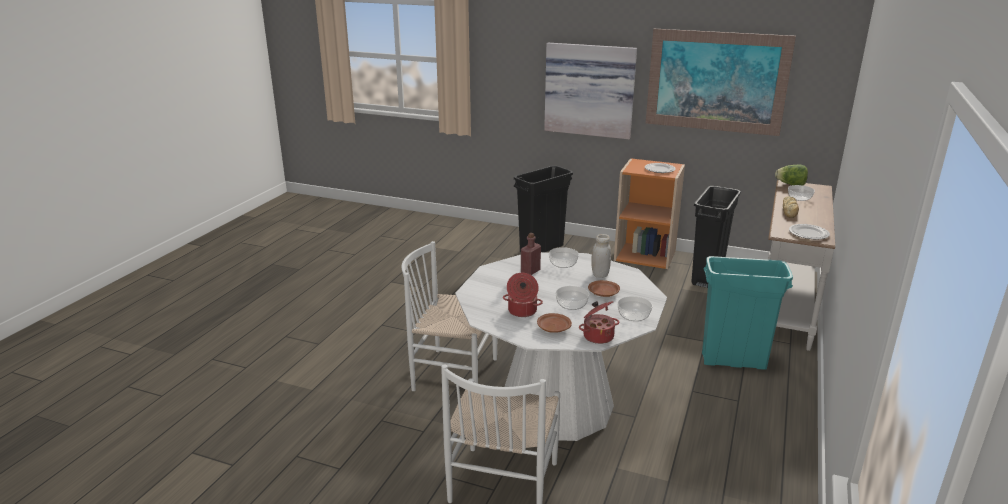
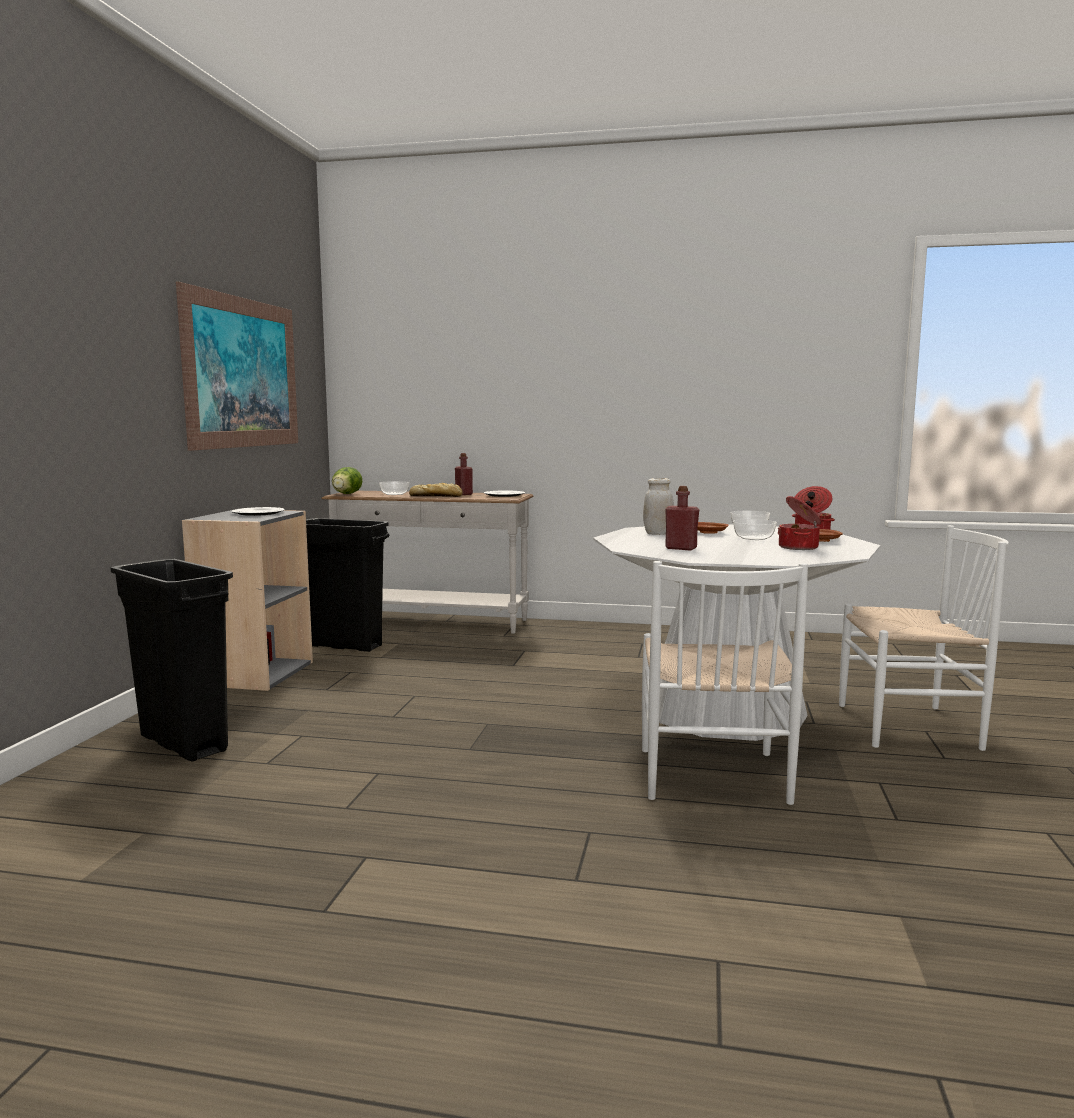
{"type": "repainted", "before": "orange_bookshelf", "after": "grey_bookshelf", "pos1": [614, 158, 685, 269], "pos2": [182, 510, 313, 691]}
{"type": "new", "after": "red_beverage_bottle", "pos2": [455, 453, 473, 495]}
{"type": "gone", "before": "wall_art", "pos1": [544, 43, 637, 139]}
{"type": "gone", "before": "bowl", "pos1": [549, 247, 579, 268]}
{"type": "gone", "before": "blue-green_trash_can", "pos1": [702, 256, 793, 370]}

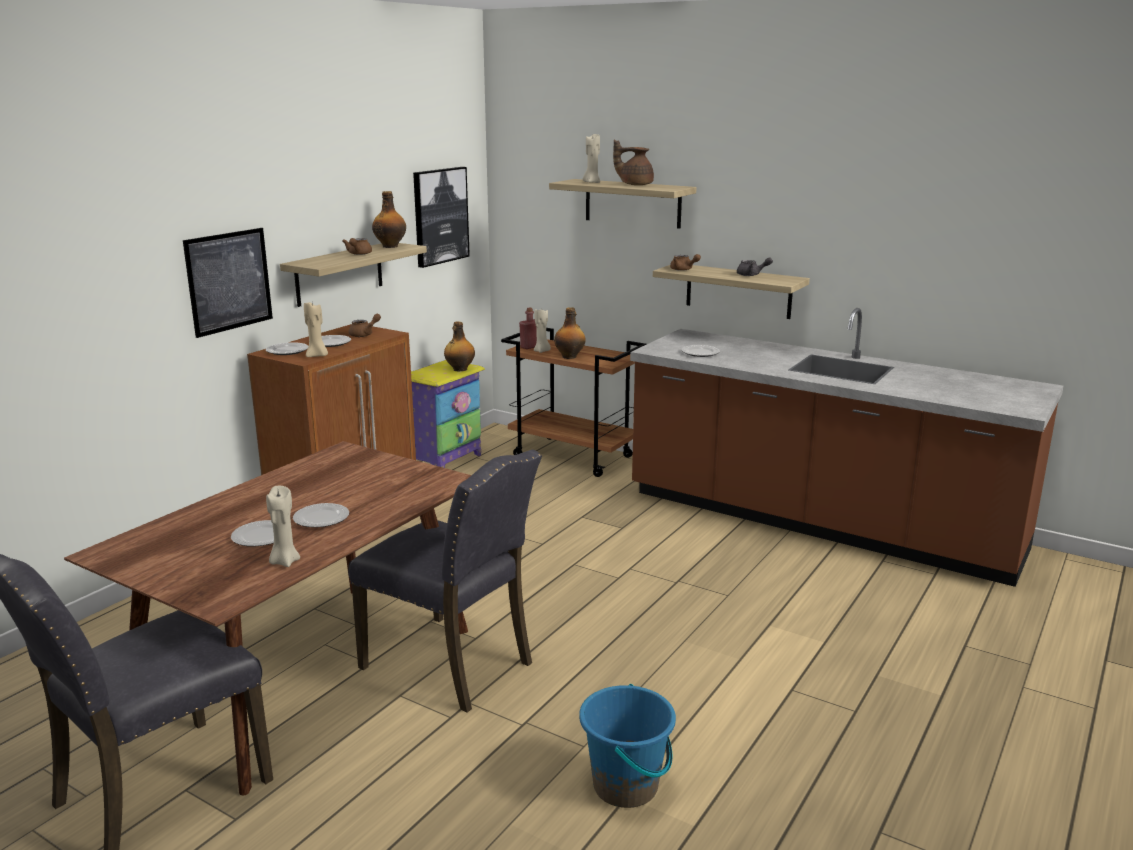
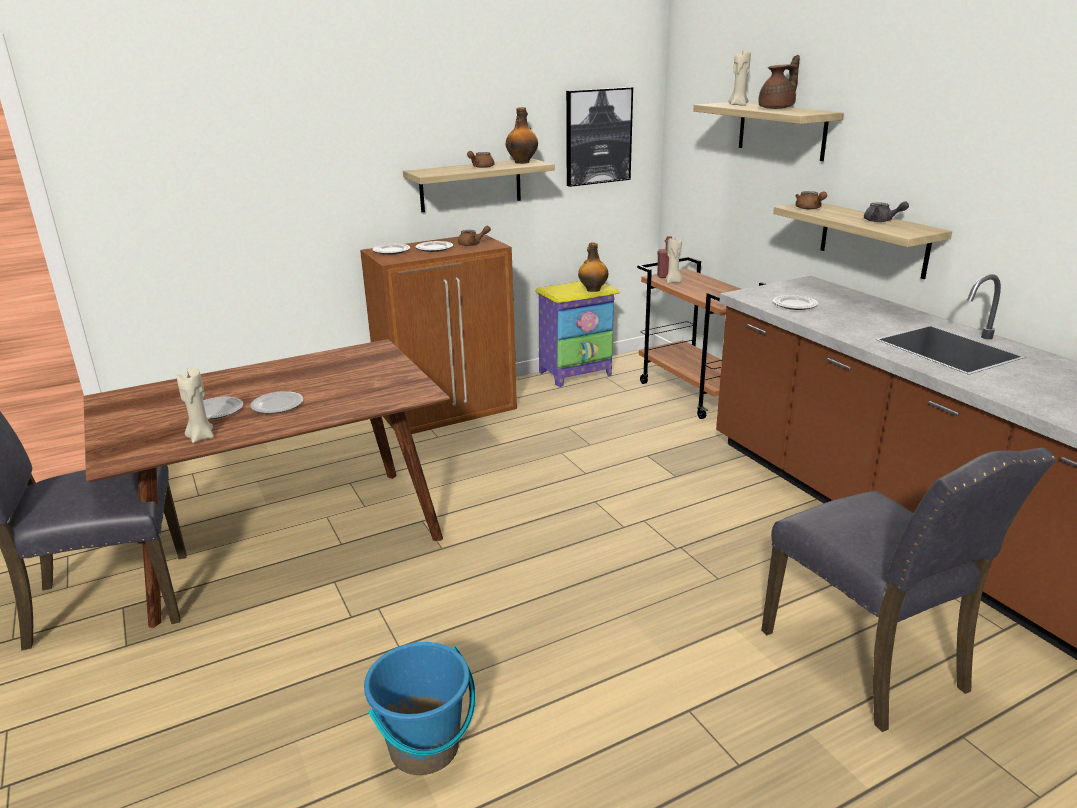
{"type": "rotated", "before": "brown_teapot", "pos1": [613, 139, 654, 185], "pos2": [758, 55, 800, 109], "turn": 105}
{"type": "shifted", "before": "grey_plain_chair", "pos1": [348, 450, 542, 713], "pos2": [761, 448, 1057, 732]}
{"type": "gone", "before": "wall_art", "pos1": [183, 228, 273, 338]}
{"type": "gone", "before": "beige-coloured_wax_candle", "pos1": [304, 302, 328, 357]}
{"type": "gone", "before": "beverage_bottle", "pos1": [554, 307, 586, 359]}

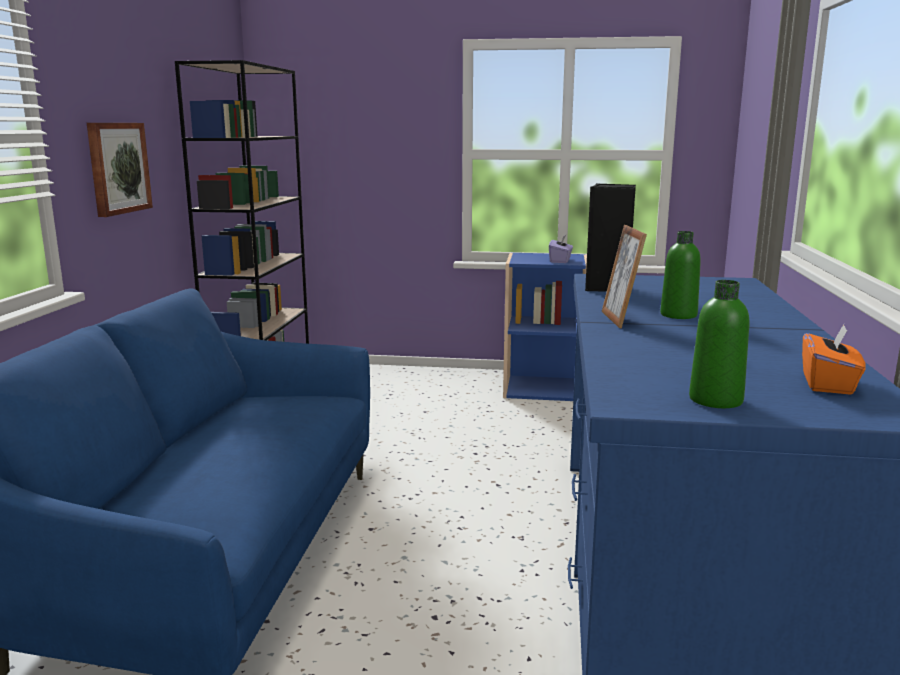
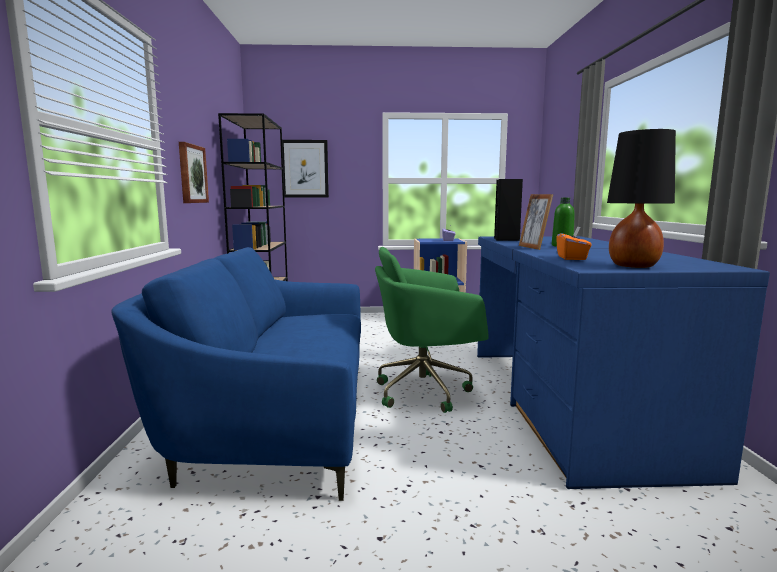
{"type": "new", "after": "wall_art", "pos2": [282, 140, 329, 197]}
{"type": "new", "after": "green_desk_chair", "pos2": [375, 247, 489, 413]}
{"type": "shifted", "before": "orange_tissue_box", "pos1": [802, 324, 866, 395], "pos2": [556, 226, 592, 260]}
{"type": "swapped", "before": "green_beverage_bottle", "after": "blackish_lamp_for_a_table", "pos1": [689, 280, 749, 408], "pos2": [607, 129, 676, 268]}

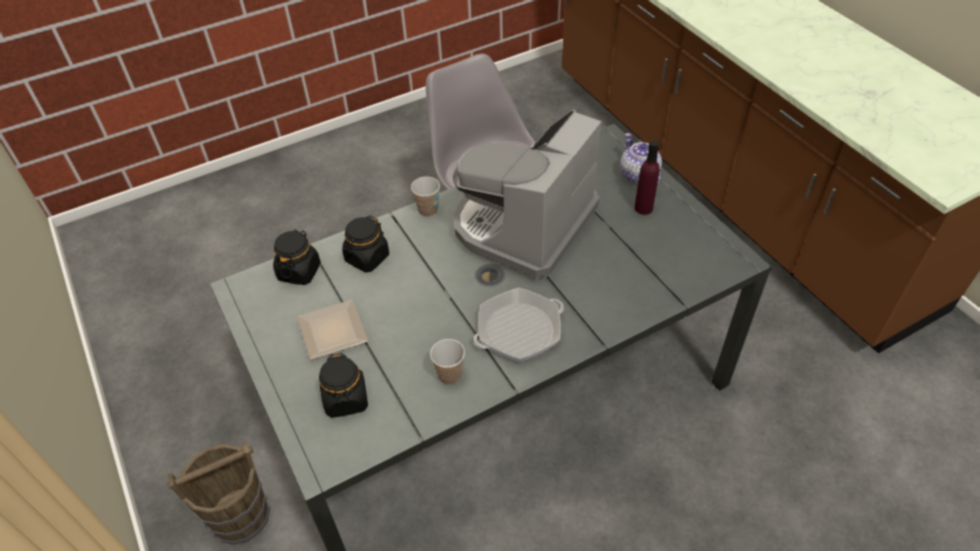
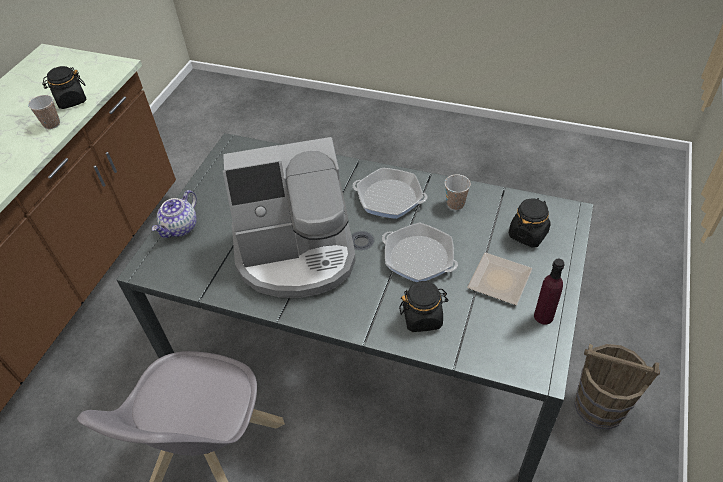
{"type": "shifted", "before": "drinking_cup", "pos1": [411, 176, 440, 217], "pos2": [28, 95, 60, 129]}
{"type": "shifted", "before": "blackish_preserve_jar", "pos1": [273, 229, 321, 285], "pos2": [43, 66, 87, 109]}
{"type": "new", "after": "pan", "pos2": [382, 222, 458, 282]}
{"type": "shifted", "before": "purple_beverage_bottle", "pos1": [634, 141, 660, 215], "pos2": [534, 259, 565, 324]}

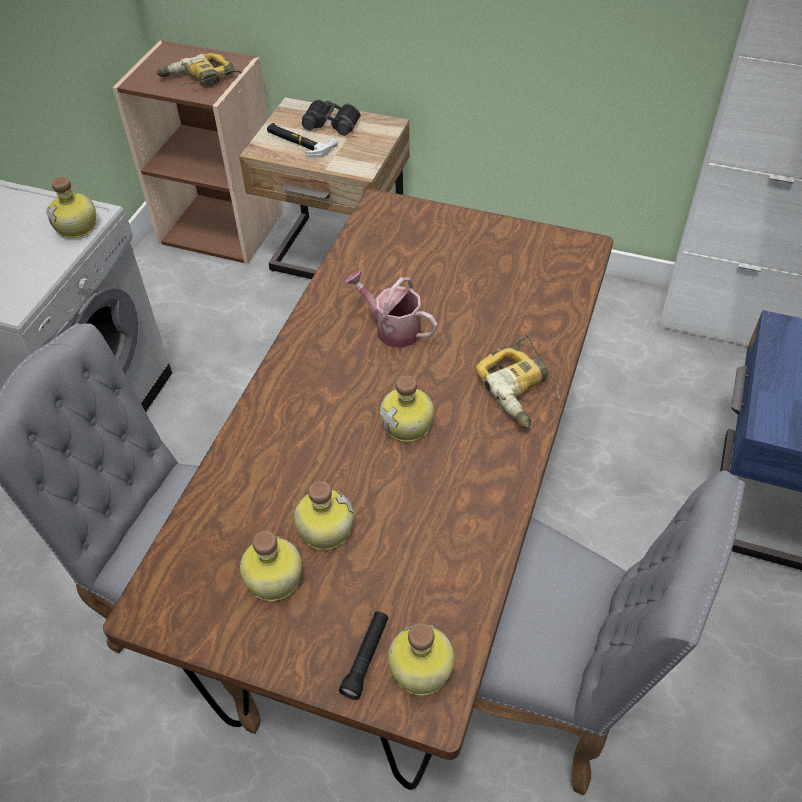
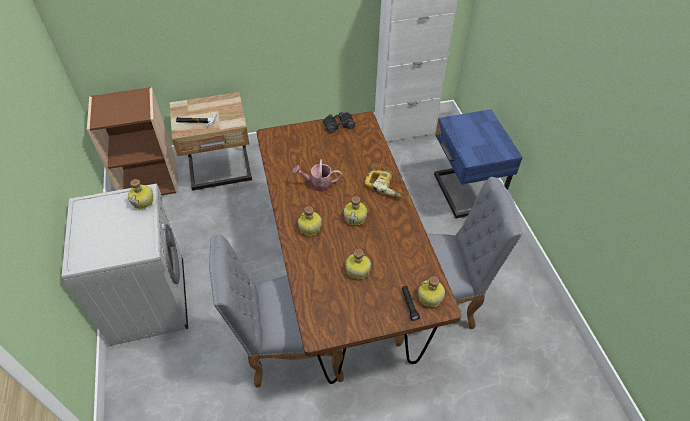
{"type": "shifted", "before": "beverage_bottle", "pos1": [240, 531, 302, 601], "pos2": [298, 206, 322, 236]}
{"type": "shifted", "before": "blackish_binoculars", "pos1": [302, 100, 361, 136], "pos2": [323, 112, 355, 134]}
{"type": "gone", "before": "drill", "pos1": [157, 53, 242, 88]}

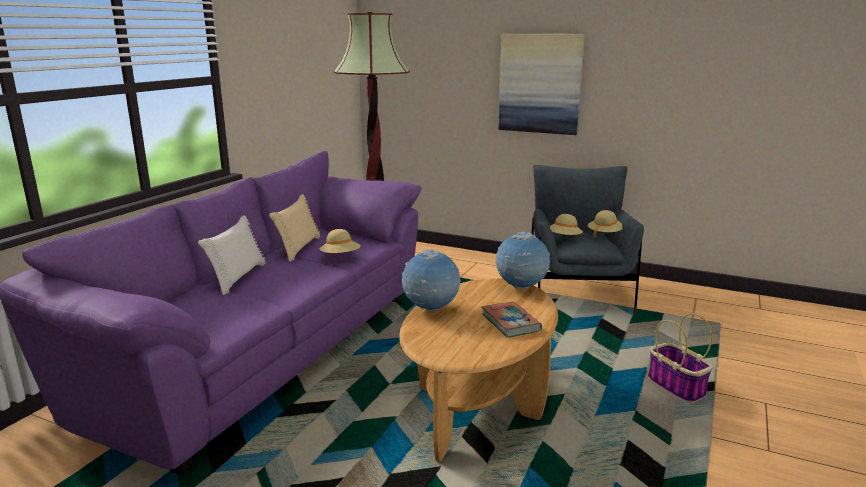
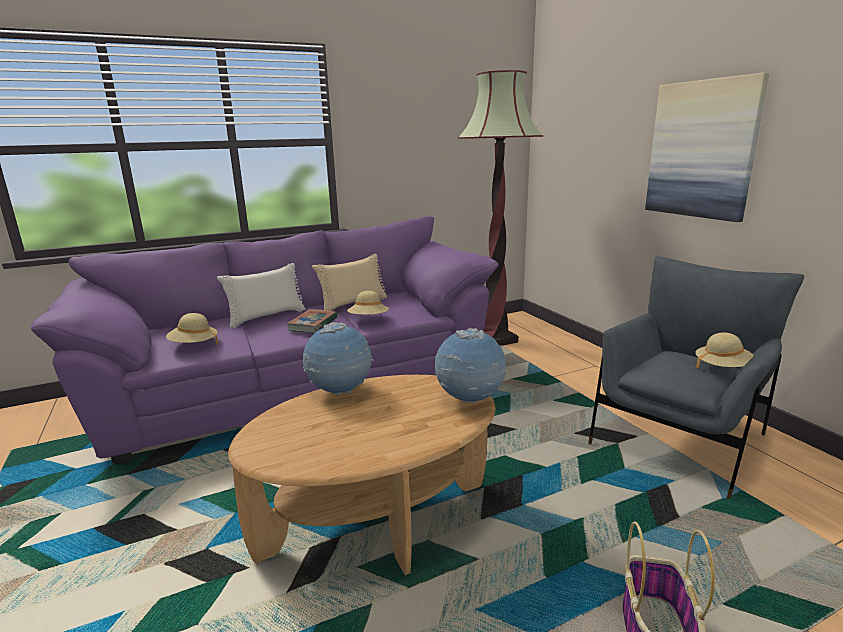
{"type": "shifted", "before": "beige-coloured_wearable_hat", "pos1": [550, 214, 583, 235], "pos2": [166, 313, 218, 345]}
{"type": "shifted", "before": "book", "pos1": [482, 302, 542, 338], "pos2": [286, 309, 337, 333]}

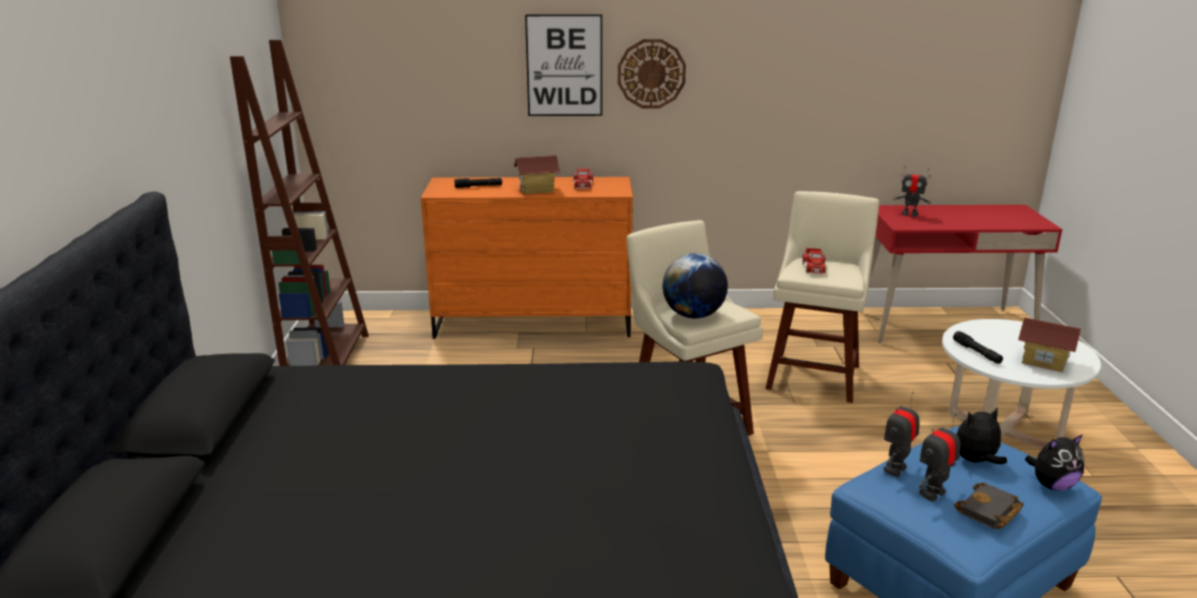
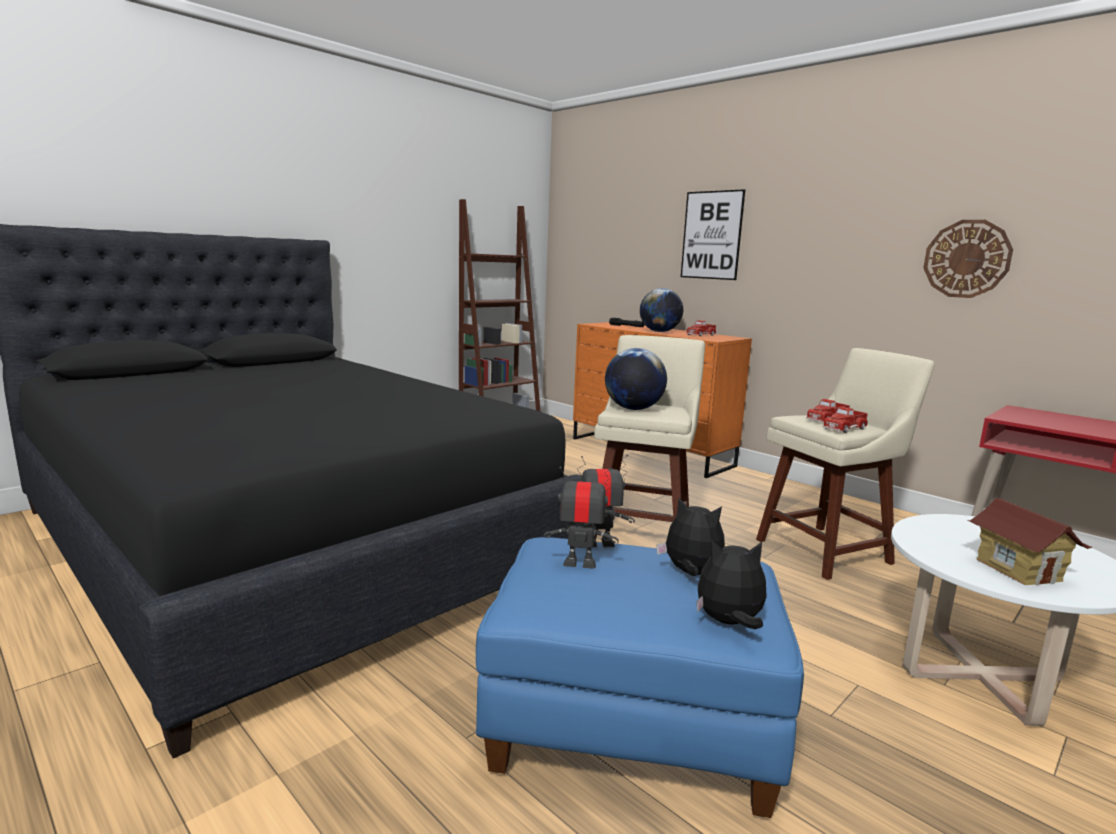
{"type": "swapped", "before": "toy_house", "after": "desk_globe", "pos1": [514, 155, 560, 194], "pos2": [640, 288, 683, 332]}
{"type": "rotated", "before": "plush_toy", "pos1": [1025, 434, 1084, 490], "pos2": [696, 540, 767, 629], "turn": 150}
{"type": "new", "after": "toy_truck", "pos2": [823, 406, 869, 433]}
{"type": "shifted", "before": "clock_on_the_wall", "pos1": [618, 39, 686, 108], "pos2": [923, 220, 1013, 298]}
{"type": "gone", "before": "robot_figure", "pos1": [893, 165, 931, 217]}
{"type": "gone", "before": "blackish_hand_torch", "pos1": [953, 331, 1003, 364]}
{"type": "gone", "before": "blackish_book", "pos1": [954, 483, 1024, 529]}

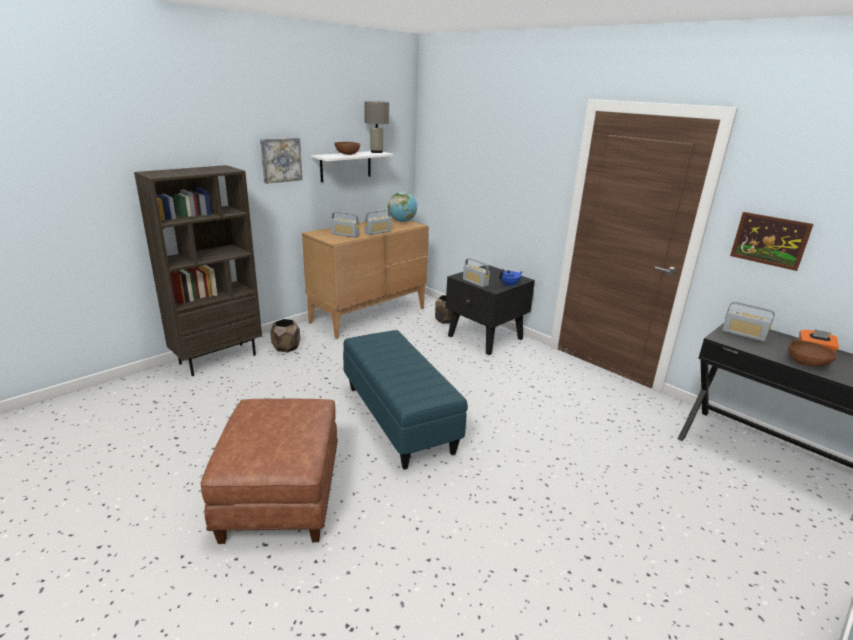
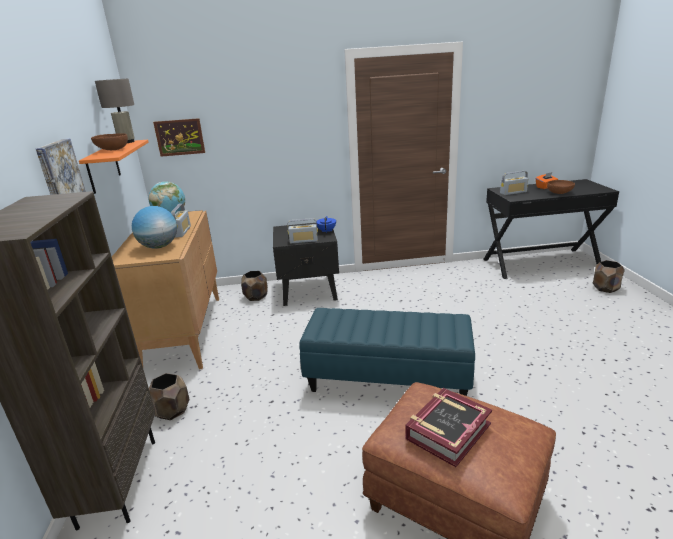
{"type": "repainted", "before": "whitish_shelf", "after": "orange_shelf", "pos1": [311, 151, 393, 182], "pos2": [79, 140, 149, 194]}
{"type": "swapped", "before": "radio_set", "after": "desk_globe", "pos1": [331, 212, 359, 238], "pos2": [132, 206, 177, 249]}
{"type": "shifted", "before": "wall_art", "pos1": [730, 212, 814, 271], "pos2": [153, 118, 205, 157]}
{"type": "new", "after": "book", "pos2": [406, 388, 492, 467]}
{"type": "new", "after": "brown_planter", "pos2": [593, 260, 625, 293]}

